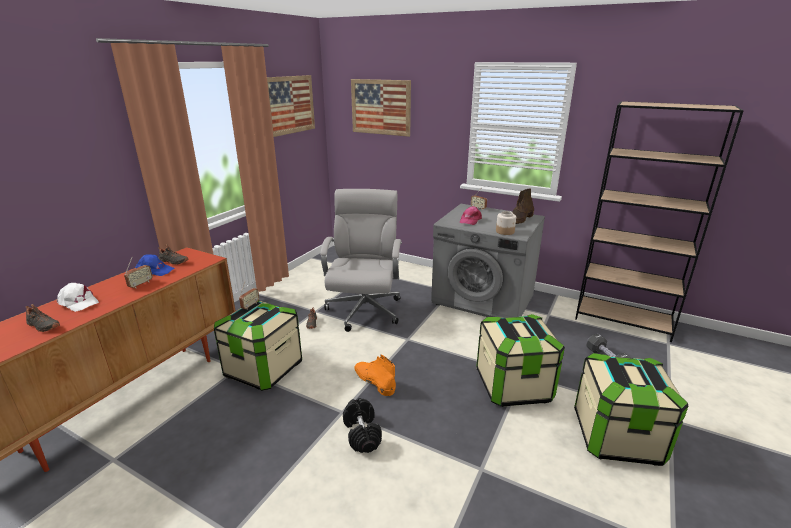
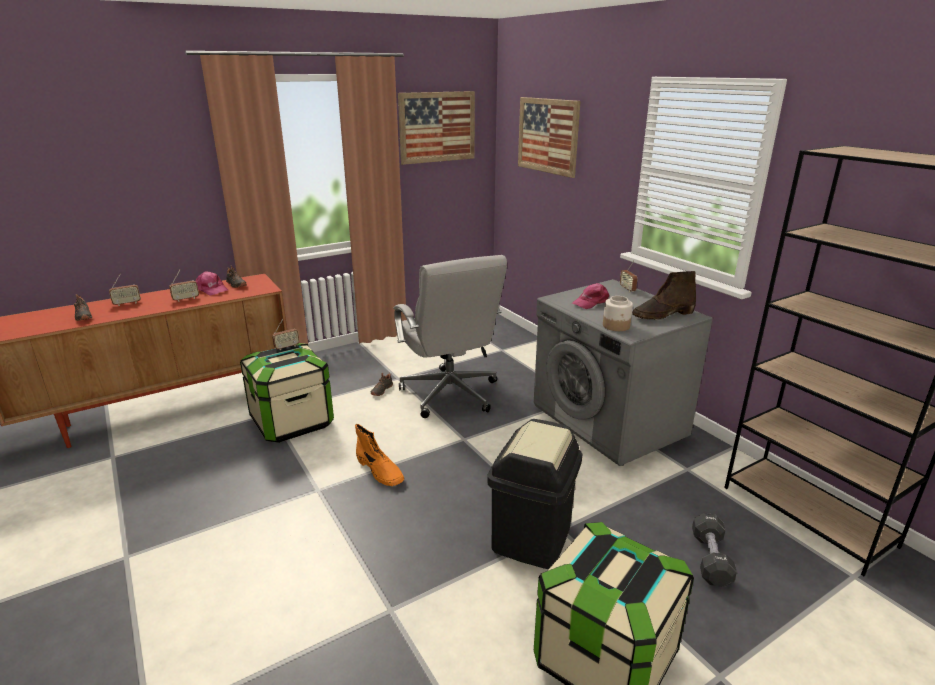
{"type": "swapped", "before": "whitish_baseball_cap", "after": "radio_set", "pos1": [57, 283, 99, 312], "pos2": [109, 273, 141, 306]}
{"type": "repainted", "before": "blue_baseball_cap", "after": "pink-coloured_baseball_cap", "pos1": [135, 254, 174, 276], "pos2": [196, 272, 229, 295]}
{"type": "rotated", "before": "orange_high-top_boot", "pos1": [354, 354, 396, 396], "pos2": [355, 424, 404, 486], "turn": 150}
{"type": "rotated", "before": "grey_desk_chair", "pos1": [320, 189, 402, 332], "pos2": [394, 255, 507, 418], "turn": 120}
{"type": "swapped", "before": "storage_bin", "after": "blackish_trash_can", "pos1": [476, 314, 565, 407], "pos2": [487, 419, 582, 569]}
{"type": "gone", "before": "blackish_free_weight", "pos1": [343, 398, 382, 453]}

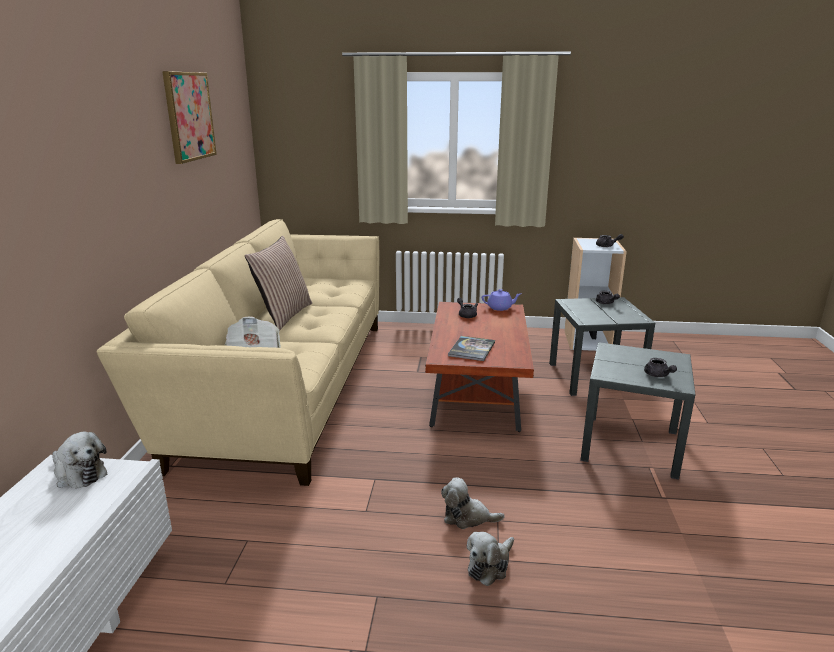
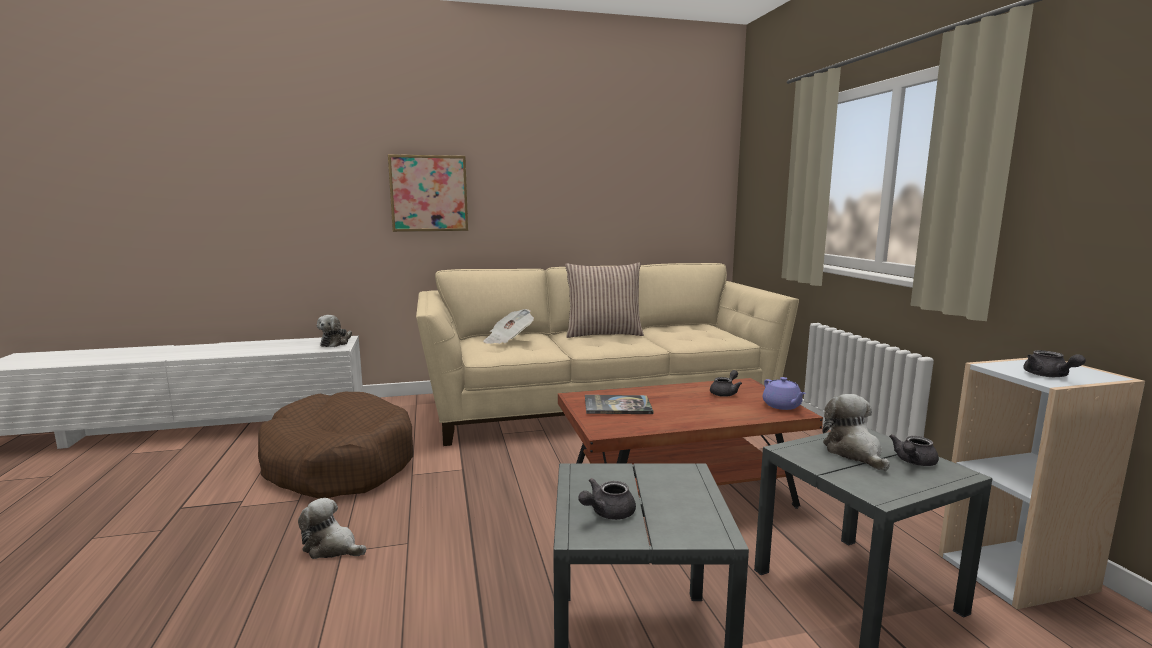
{"type": "new", "after": "brown_dog_cushion", "pos2": [258, 392, 413, 499]}
{"type": "shifted", "before": "wall_art", "pos1": [162, 71, 217, 164], "pos2": [388, 154, 468, 232]}
{"type": "shifted", "before": "plush_toy", "pos1": [441, 477, 505, 529], "pos2": [822, 394, 890, 471]}

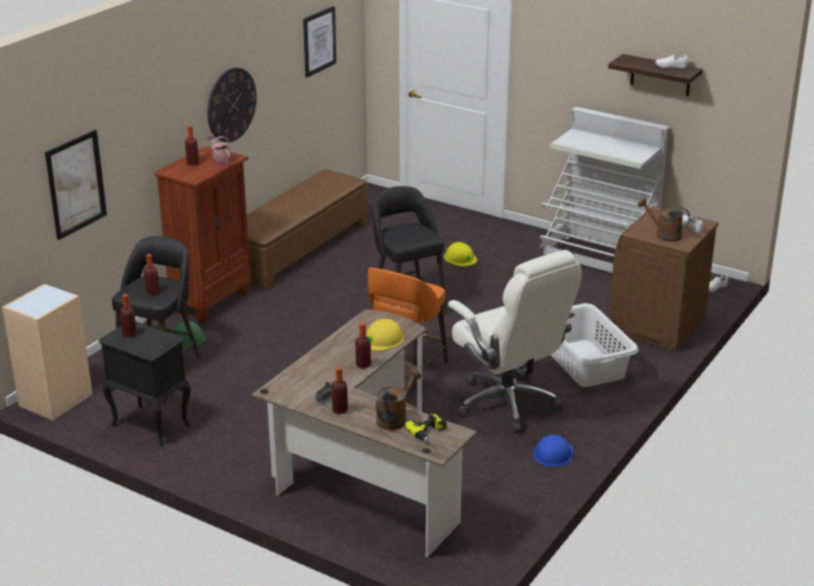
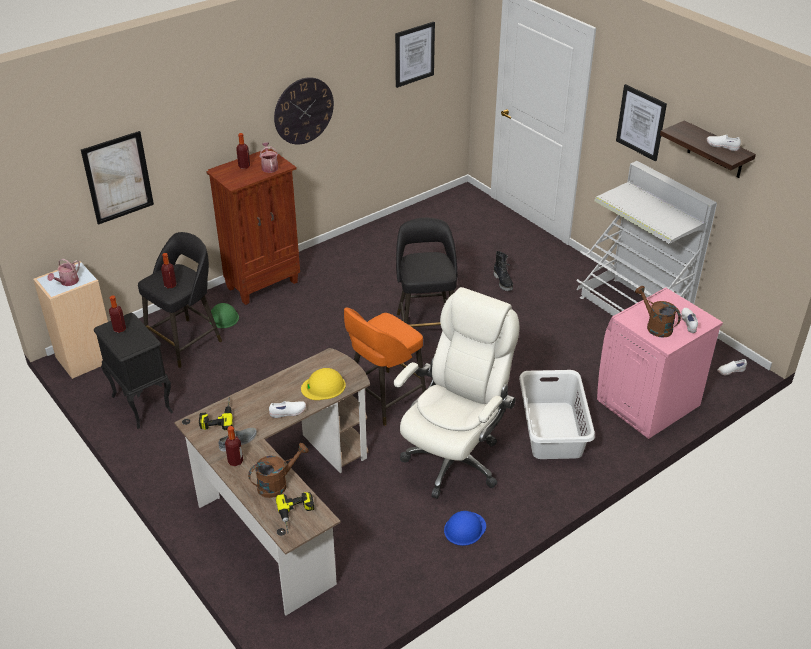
{"type": "new", "after": "watering_pot", "pos2": [48, 258, 80, 286]}
{"type": "new", "after": "drill", "pos2": [199, 399, 233, 430]}
{"type": "swapped", "before": "beverage_bottle", "after": "whitish_shoe", "pos1": [355, 323, 371, 369], "pos2": [269, 401, 306, 418]}
{"type": "rotated", "before": "whitish_desk_chair", "pos1": [448, 250, 582, 433], "pos2": [394, 287, 519, 499], "turn": -135}
{"type": "swapped", "before": "yellow_safety_helmet", "after": "blackish_high-top_boot", "pos1": [444, 242, 477, 266], "pos2": [493, 251, 513, 291]}
{"type": "repainted", "before": "brown_laundry_machine", "after": "pink-coloured_laundry_machine", "pos1": [611, 206, 719, 352], "pos2": [597, 287, 723, 439]}
{"type": "new", "after": "wall_art", "pos2": [616, 84, 667, 161]}
{"type": "gone", "before": "brown_bench", "pos1": [247, 170, 368, 290]}

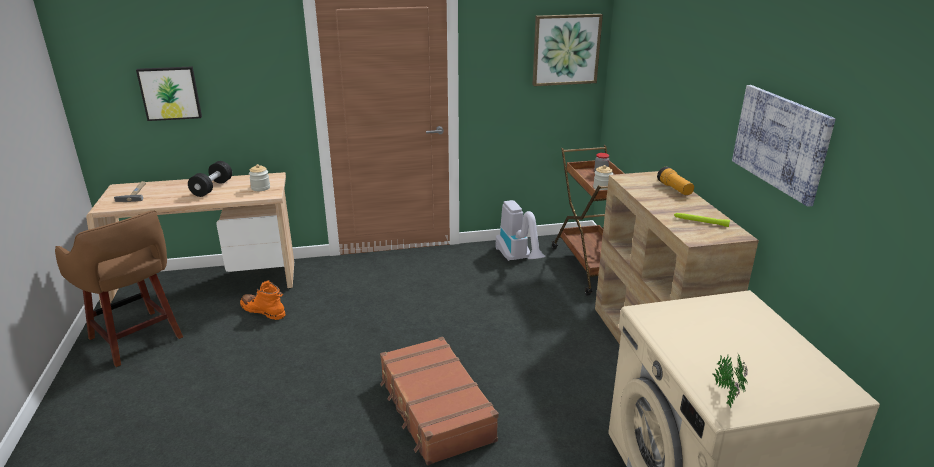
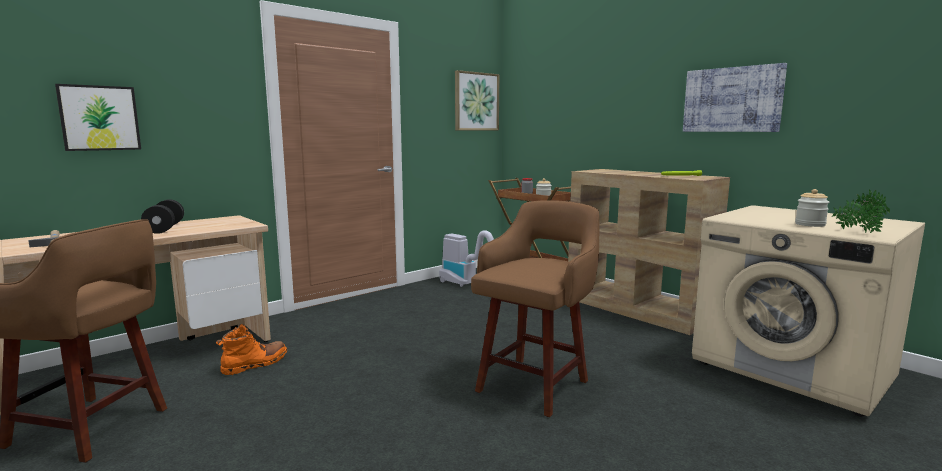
{"type": "rotated", "before": "orange_high-top_boot", "pos1": [240, 280, 286, 320], "pos2": [216, 324, 287, 375], "turn": 135}
{"type": "swapped", "before": "brown_travel_case", "after": "brown_stool_seat", "pos1": [380, 337, 499, 465], "pos2": [471, 200, 599, 417]}
{"type": "shifted", "before": "preserve_jar", "pos1": [249, 164, 270, 191], "pos2": [795, 189, 829, 227]}
{"type": "gone", "before": "hand_torch", "pos1": [657, 167, 694, 195]}

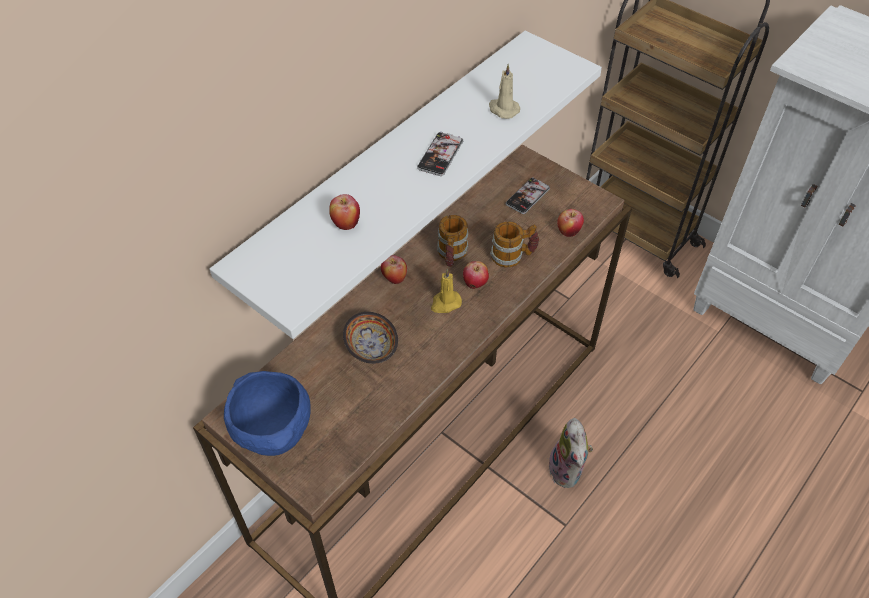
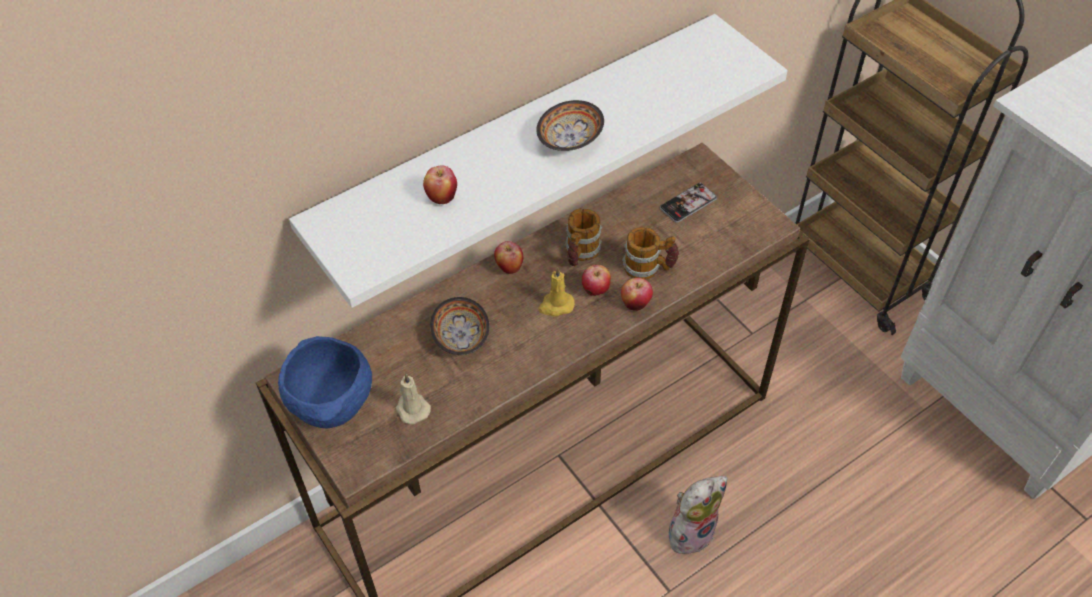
{"type": "shifted", "before": "beige-coloured_wax_candle", "pos1": [489, 64, 520, 119], "pos2": [396, 374, 431, 424]}
{"type": "swapped", "before": "phone", "after": "bowl", "pos1": [417, 131, 463, 176], "pos2": [536, 100, 604, 151]}
{"type": "shifted", "before": "apple_fruit", "pos1": [557, 209, 584, 237], "pos2": [621, 277, 653, 311]}
{"type": "rotated", "before": "plush_toy", "pos1": [548, 418, 593, 488], "pos2": [669, 476, 728, 554], "turn": -135}

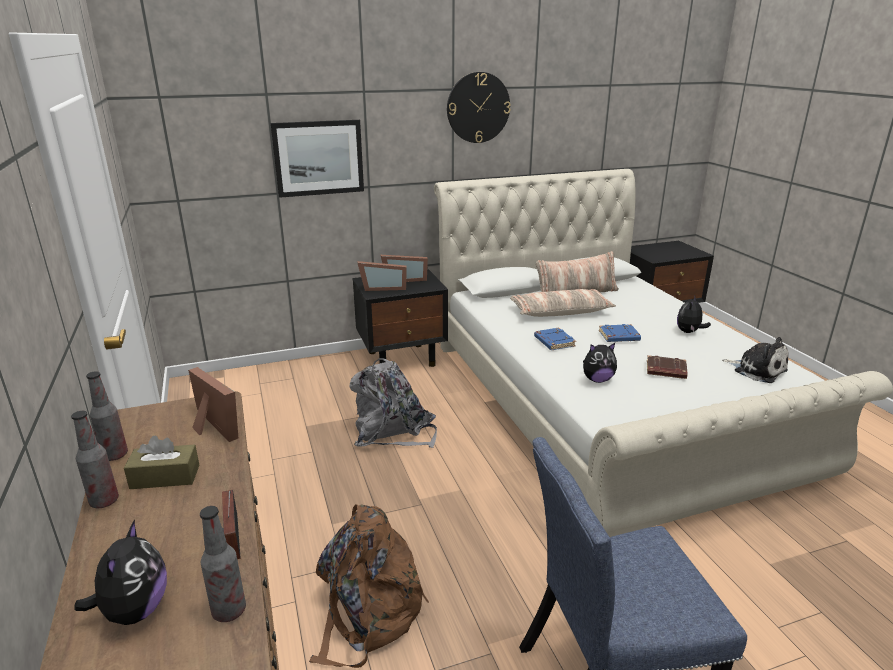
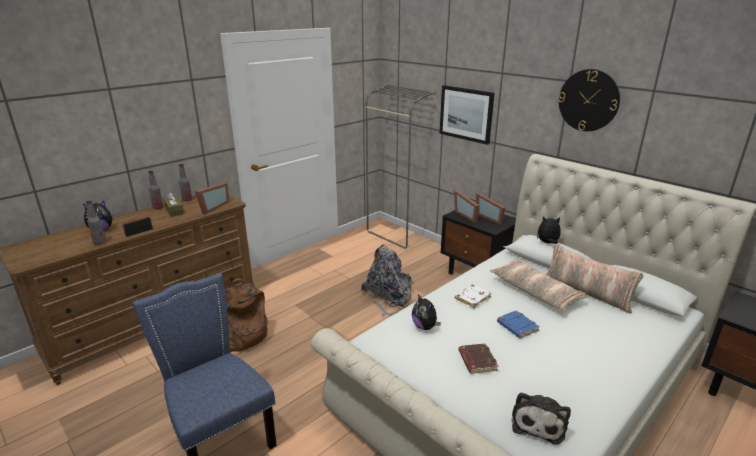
{"type": "new", "after": "grey_garment_rack", "pos2": [366, 84, 435, 249]}
{"type": "repainted", "before": "blue_book", "after": "whitish_book", "pos1": [534, 328, 576, 350], "pos2": [455, 285, 491, 309]}
{"type": "shifted", "before": "plush_toy", "pos1": [677, 296, 711, 333], "pos2": [537, 217, 561, 244]}

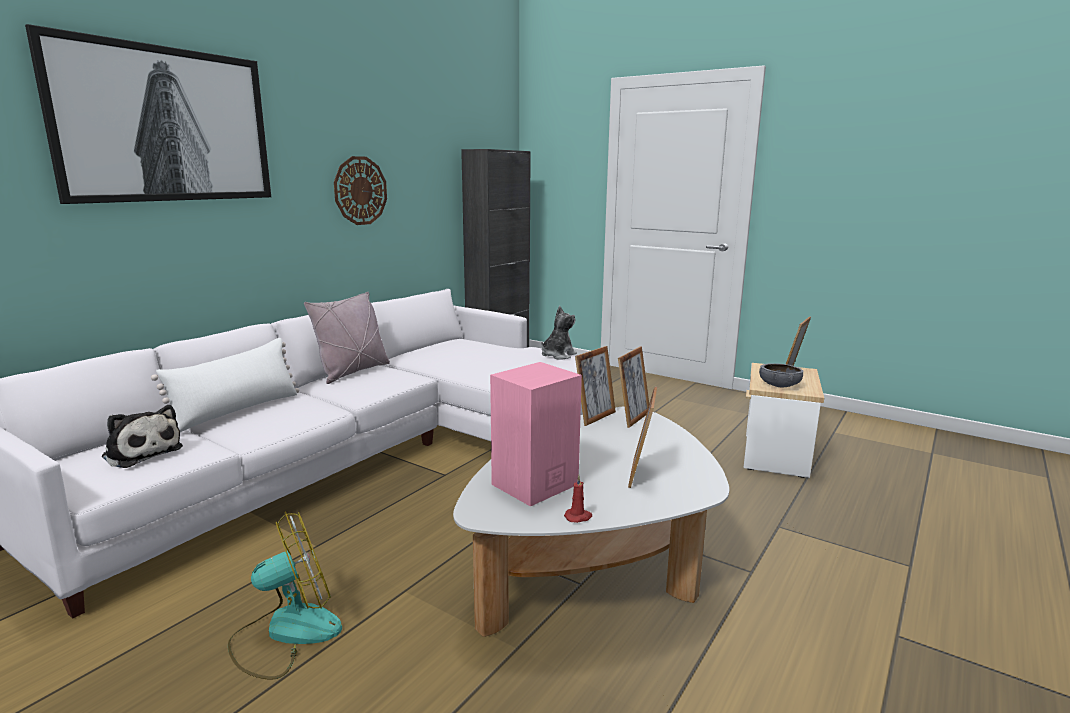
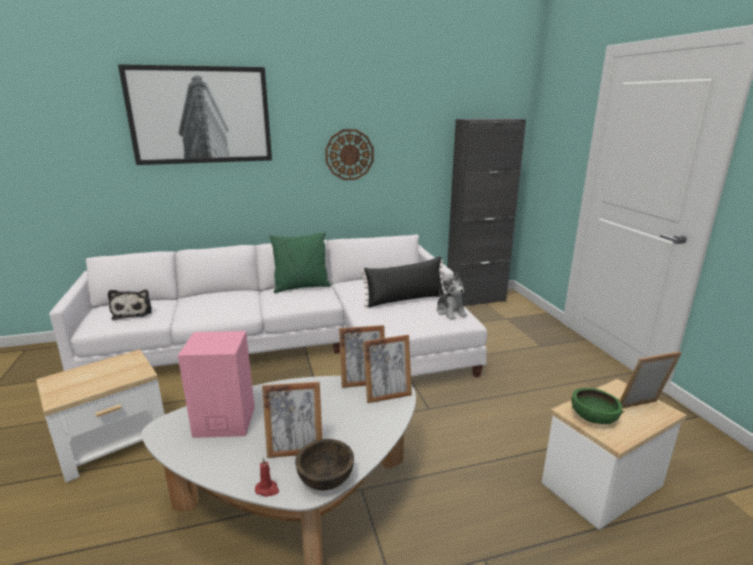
{"type": "swapped", "before": "fan", "after": "accent_table", "pos1": [228, 512, 342, 680], "pos2": [36, 349, 165, 482]}
{"type": "shifted", "before": "red_wax_candle", "pos1": [564, 475, 592, 523], "pos2": [255, 457, 279, 497]}
{"type": "rotated", "before": "standing_frame", "pos1": [628, 387, 657, 488], "pos2": [262, 382, 322, 458], "turn": -150}
{"type": "repainted", "before": "purple_throw_pillow", "after": "green_throw_pillow", "pos1": [304, 292, 390, 384], "pos2": [269, 232, 331, 293]}
{"type": "new", "after": "brown_bowl", "pos2": [295, 439, 354, 491]}
{"type": "new", "after": "blackish_throw_pillow", "pos2": [361, 257, 446, 307]}
{"type": "rotated", "before": "plush_toy", "pos1": [542, 306, 577, 360], "pos2": [437, 273, 467, 320], "turn": 75}
{"type": "repainted", "before": "grey_bowl", "after": "green_bowl", "pos1": [759, 363, 804, 387], "pos2": [572, 388, 624, 424]}
{"type": "gone", "before": "whitish_throw_pillow", "pos1": [151, 338, 299, 432]}

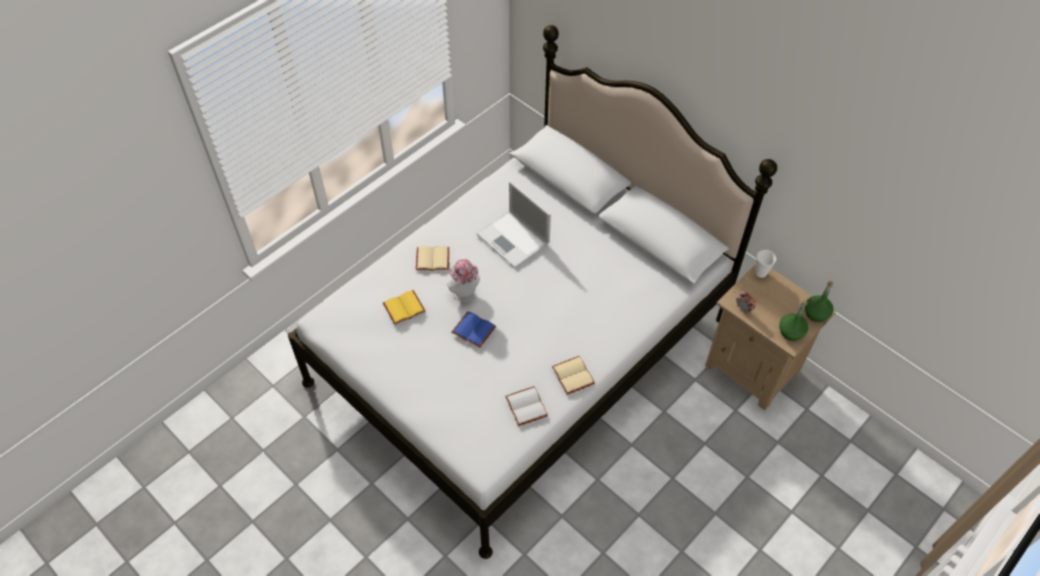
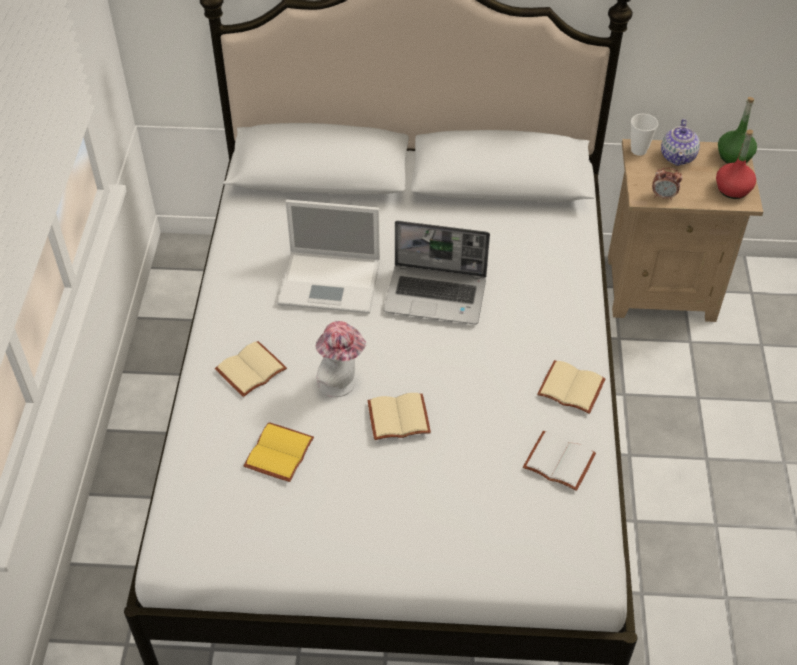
{"type": "repainted", "before": "blue_book", "after": "beige-coloured_book", "pos1": [451, 311, 496, 348], "pos2": [367, 393, 431, 440]}
{"type": "new", "after": "notebook_computer", "pos2": [384, 221, 490, 324]}
{"type": "new", "after": "teapot", "pos2": [661, 119, 700, 166]}
{"type": "repainted", "before": "green_beverage_bottle", "after": "red_beverage_bottle", "pos1": [779, 300, 808, 341], "pos2": [716, 130, 756, 199]}

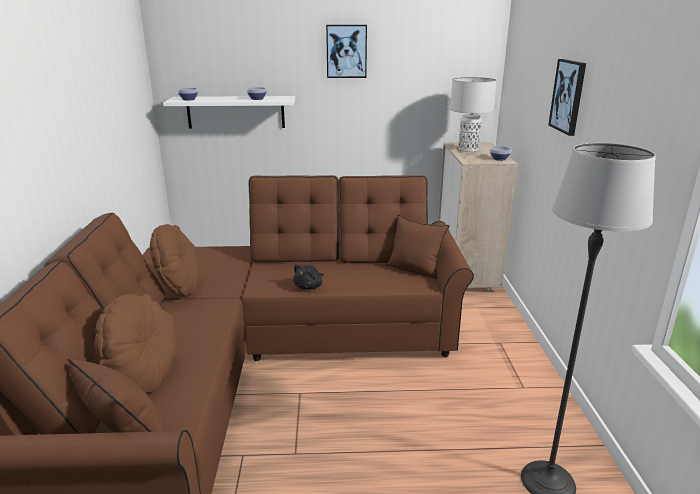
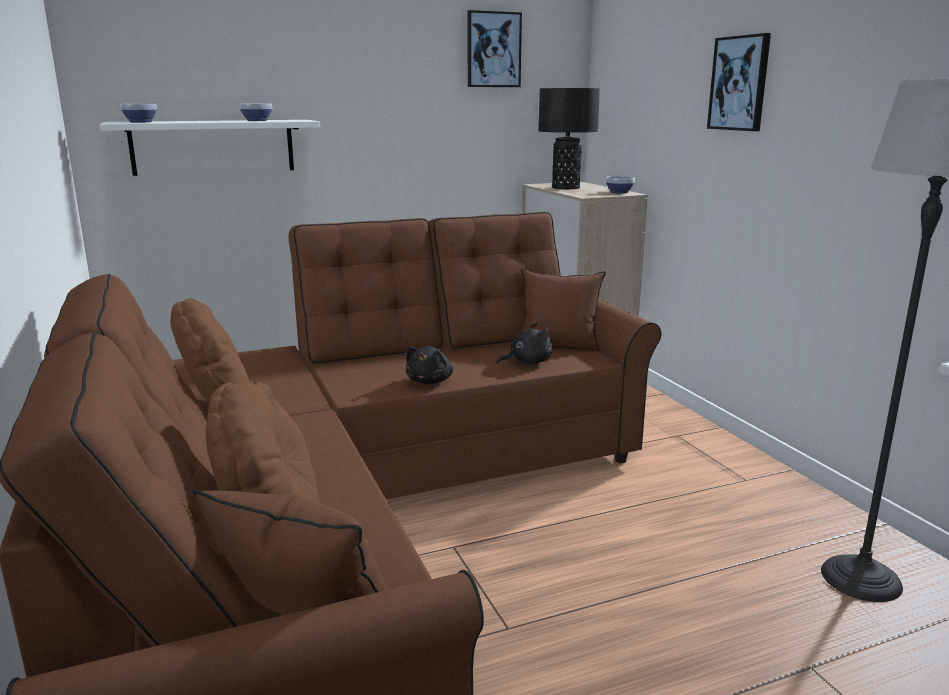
{"type": "shifted", "before": "wall_art", "pos1": [326, 25, 367, 78], "pos2": [467, 10, 522, 87]}
{"type": "new", "after": "blackish_plush_toy", "pos2": [496, 322, 552, 365]}
{"type": "repainted", "before": "whitish_lamp_for_a_table", "after": "blackish_lamp_for_a_table", "pos1": [450, 77, 497, 152], "pos2": [538, 88, 600, 189]}

